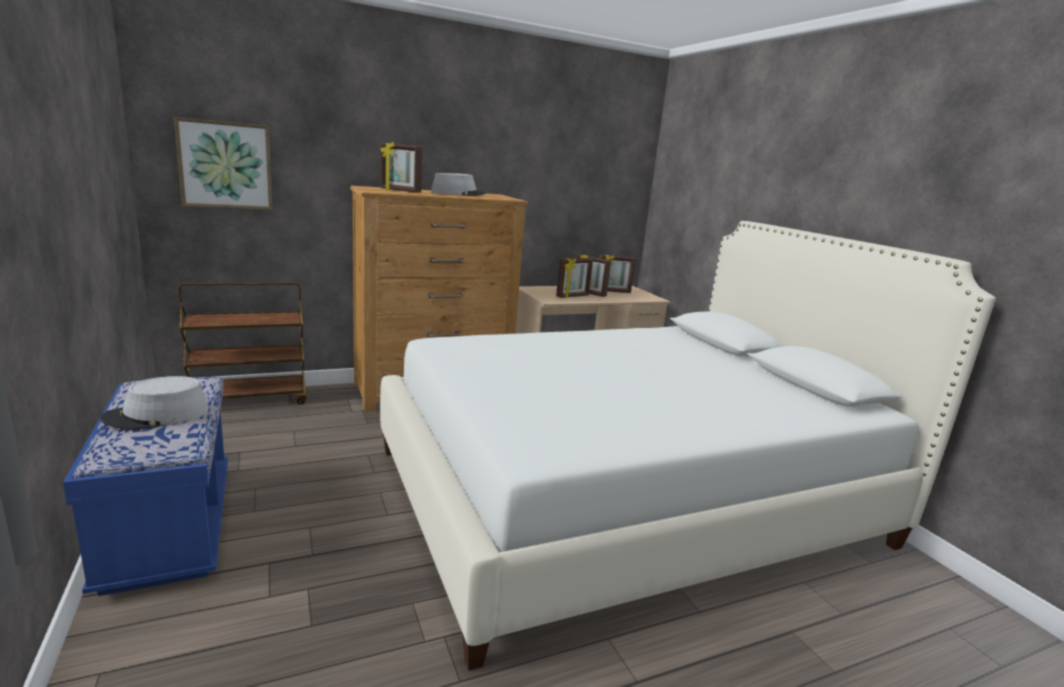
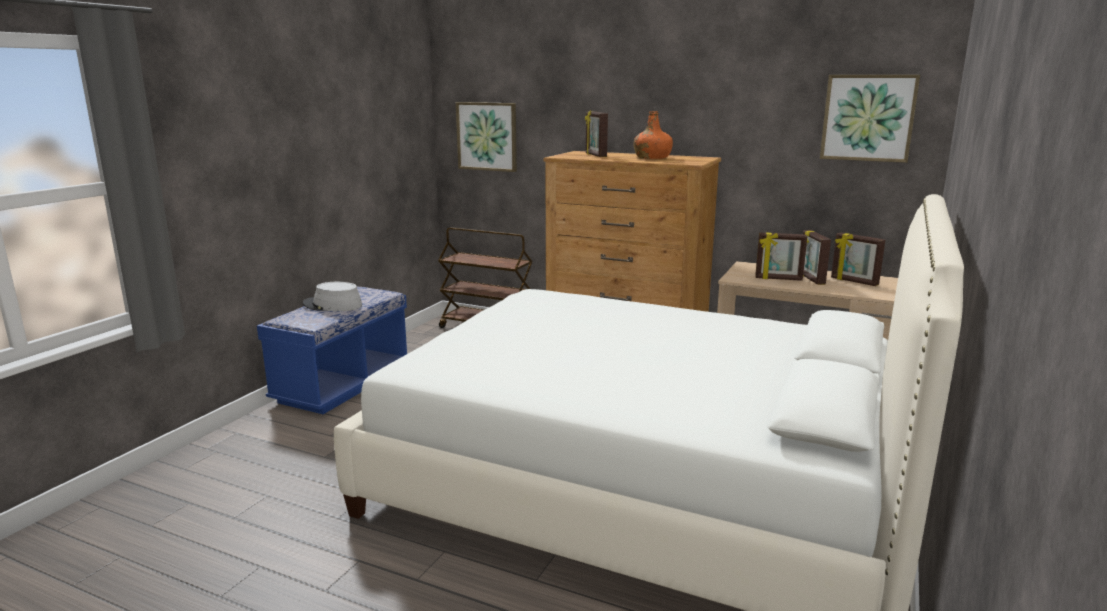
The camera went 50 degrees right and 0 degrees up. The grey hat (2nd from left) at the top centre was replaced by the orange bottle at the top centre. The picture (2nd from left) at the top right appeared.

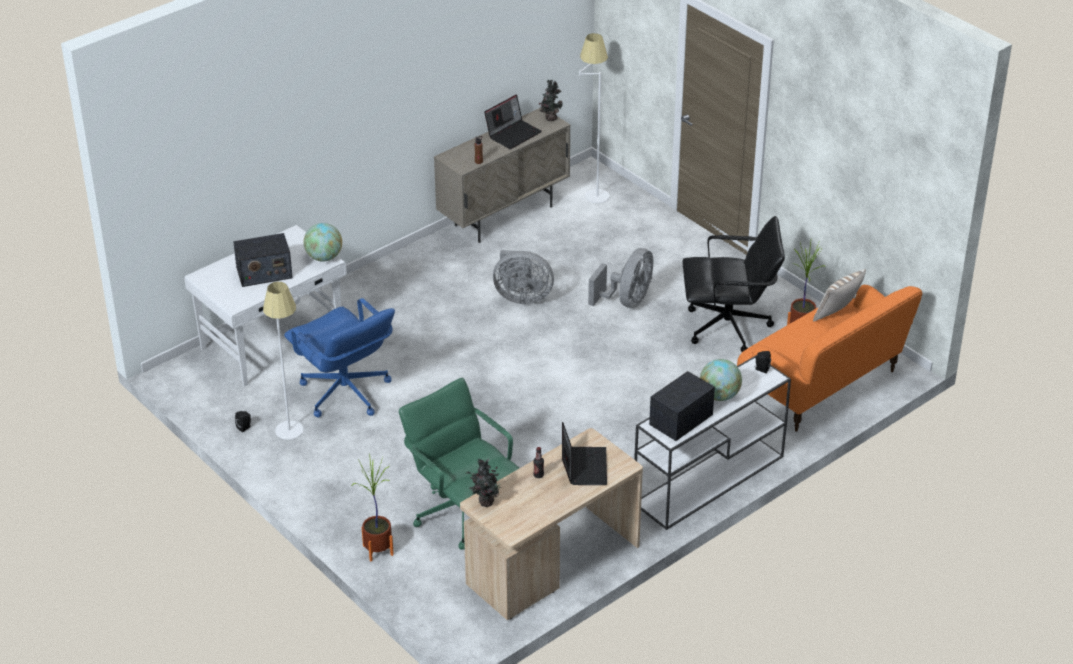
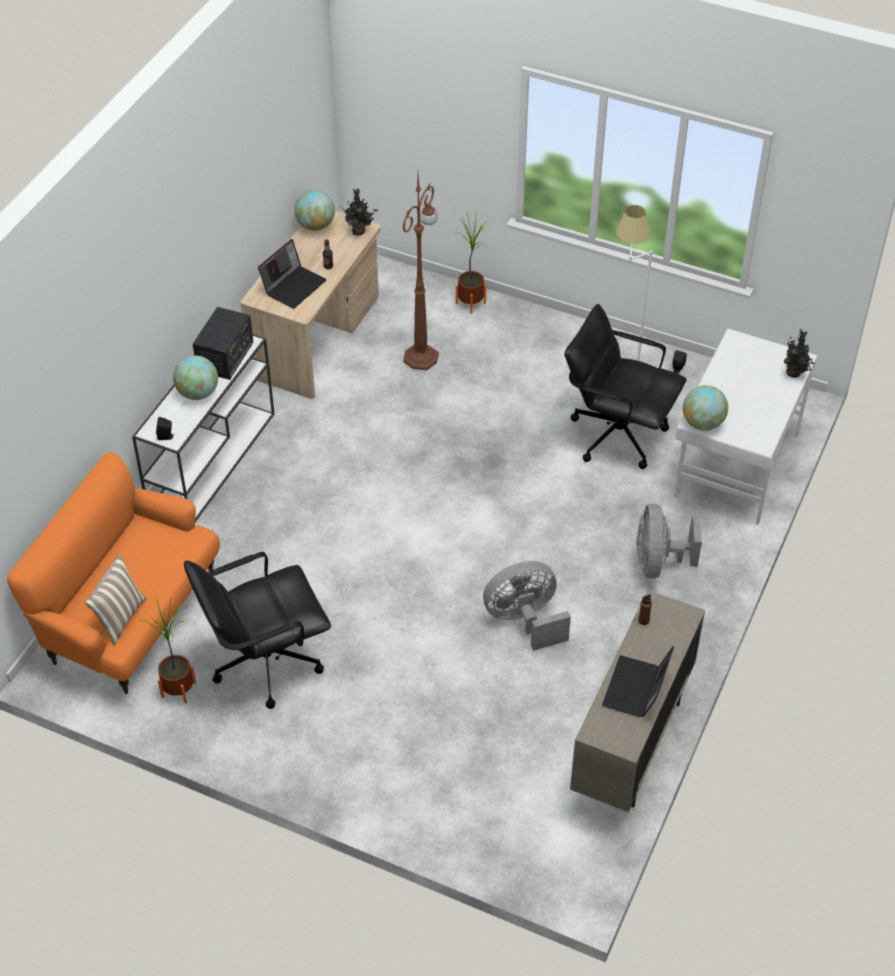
The camera went 155 degrees right and 10 degrees up. The laptop (2nd from left in the first image) at the bottom centre turned 120 degrees counterclockwise. The globe (2nd from left) at the top centre appeared. The green office chair at the bottom centre was replaced by the brown floor lamp at the top centre. The blue office chair at the middle left became the black office chair (2nd from left) at the middle right. The grey fan (2nd from left) moved from the centre to the middle right. The potted plant (3rd from left in the first image) moved from the top centre to the middle right. The radio (1st from left) at the middle left disappeared. The white floor lamp (2nd from left) at the top centre disappeared.

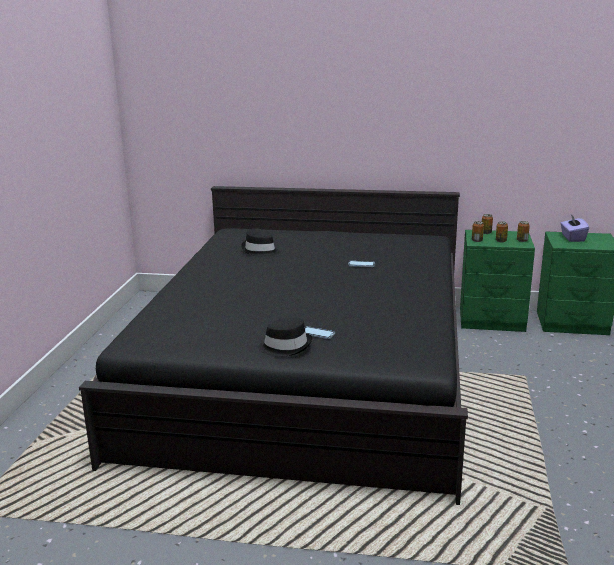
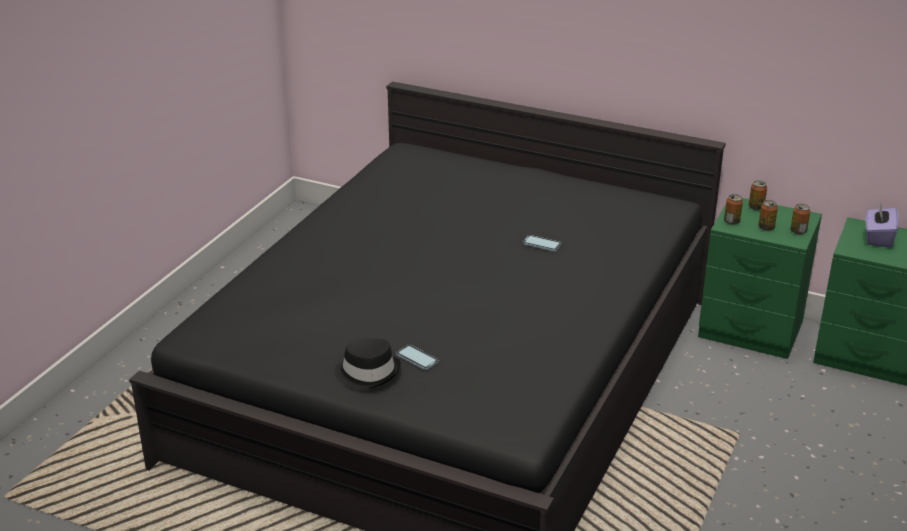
The camera went 15 degrees right and 10 degrees up. The black hat (1st from left) at the centre disappeared.

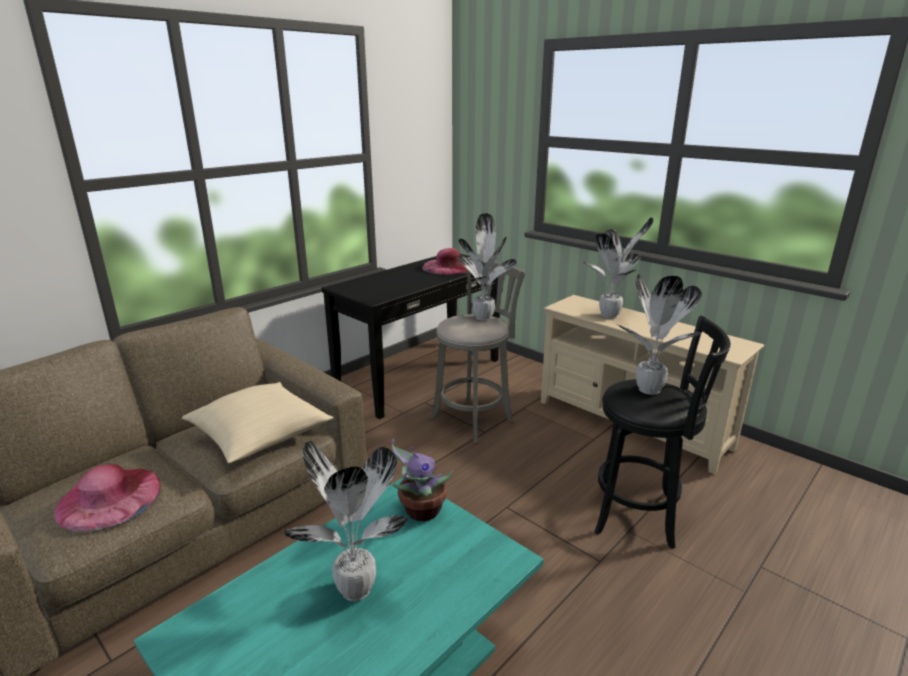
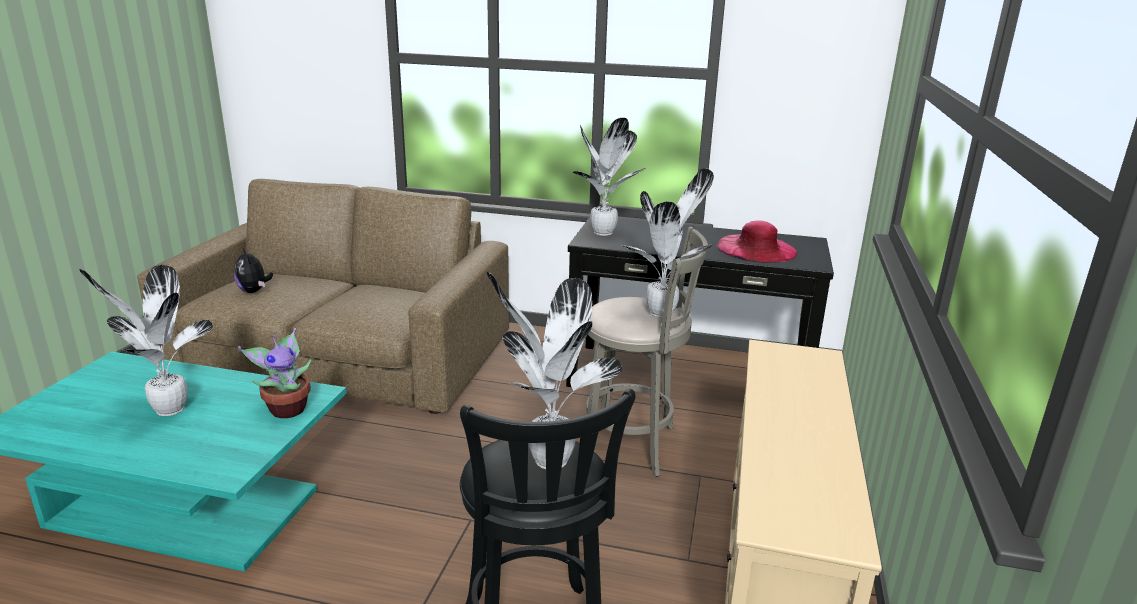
The camera went 60 degrees right and 0 degrees up. The pink hat (1st from left) at the bottom left was replaced by the plush toy at the middle left. The potted plant (4th from left) moved from the middle right to the top centre. The beige pillow at the middle left disappeared.

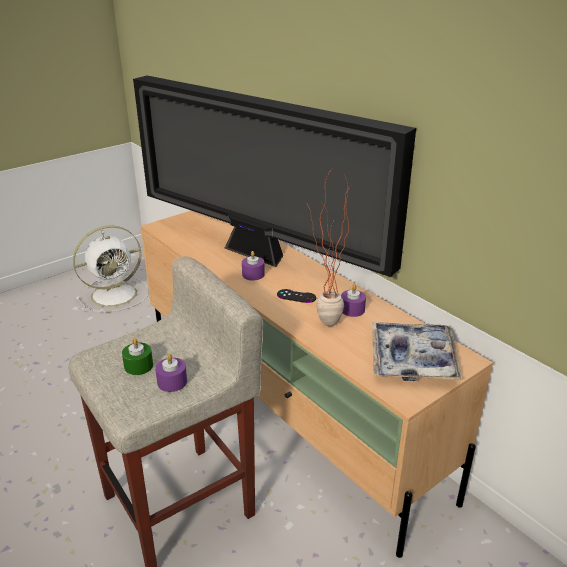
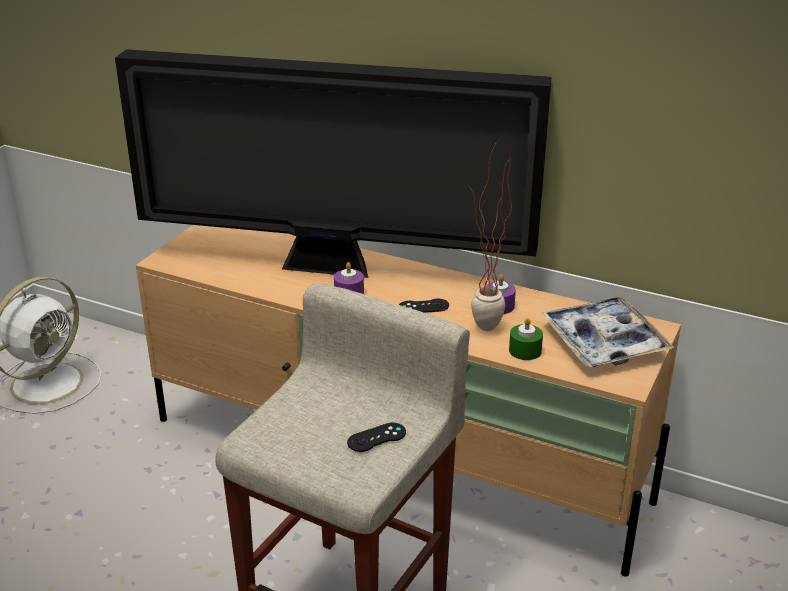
The camera went 25 degrees left and 0 degrees up. The purple candle (1st from left) at the middle left was replaced by the black game controller (1st from left) at the bottom centre. The green candle moved from the middle left to the middle right.

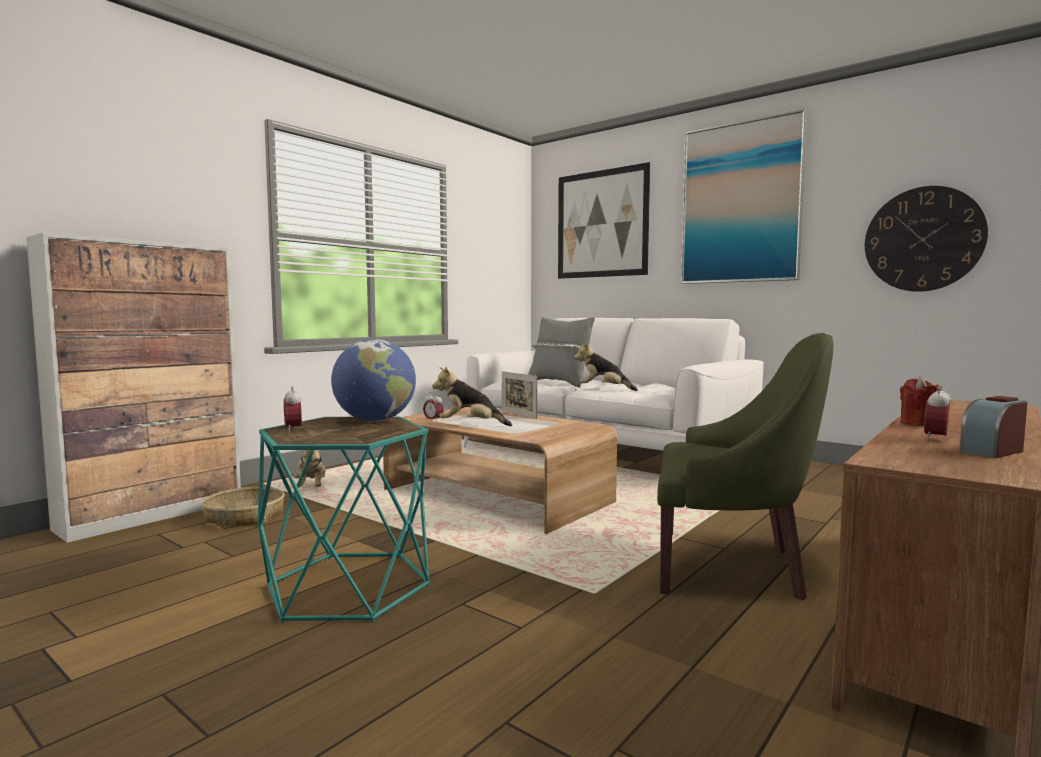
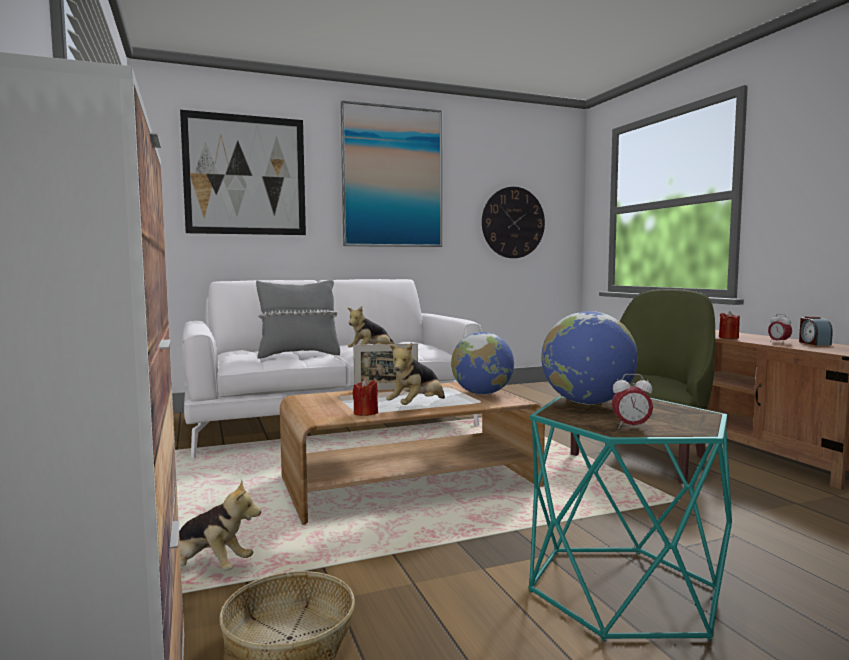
The camera went 60 degrees left and 0 degrees up. The alarm clock (2nd from left) at the centre was replaced by the red candle (1st from left) at the centre. The globe (1st from left) at the centre appeared.

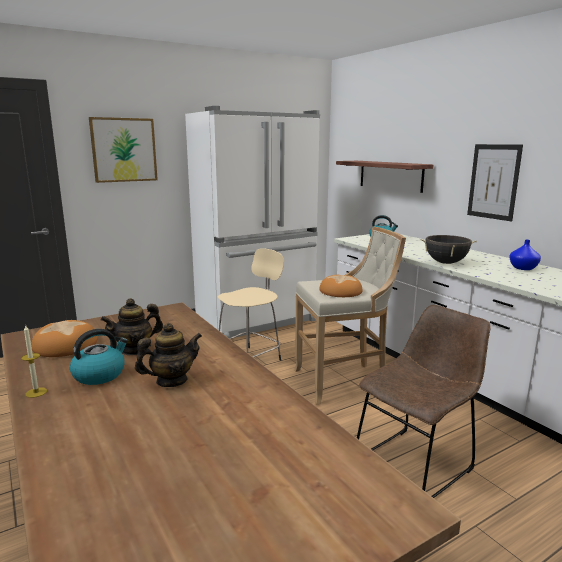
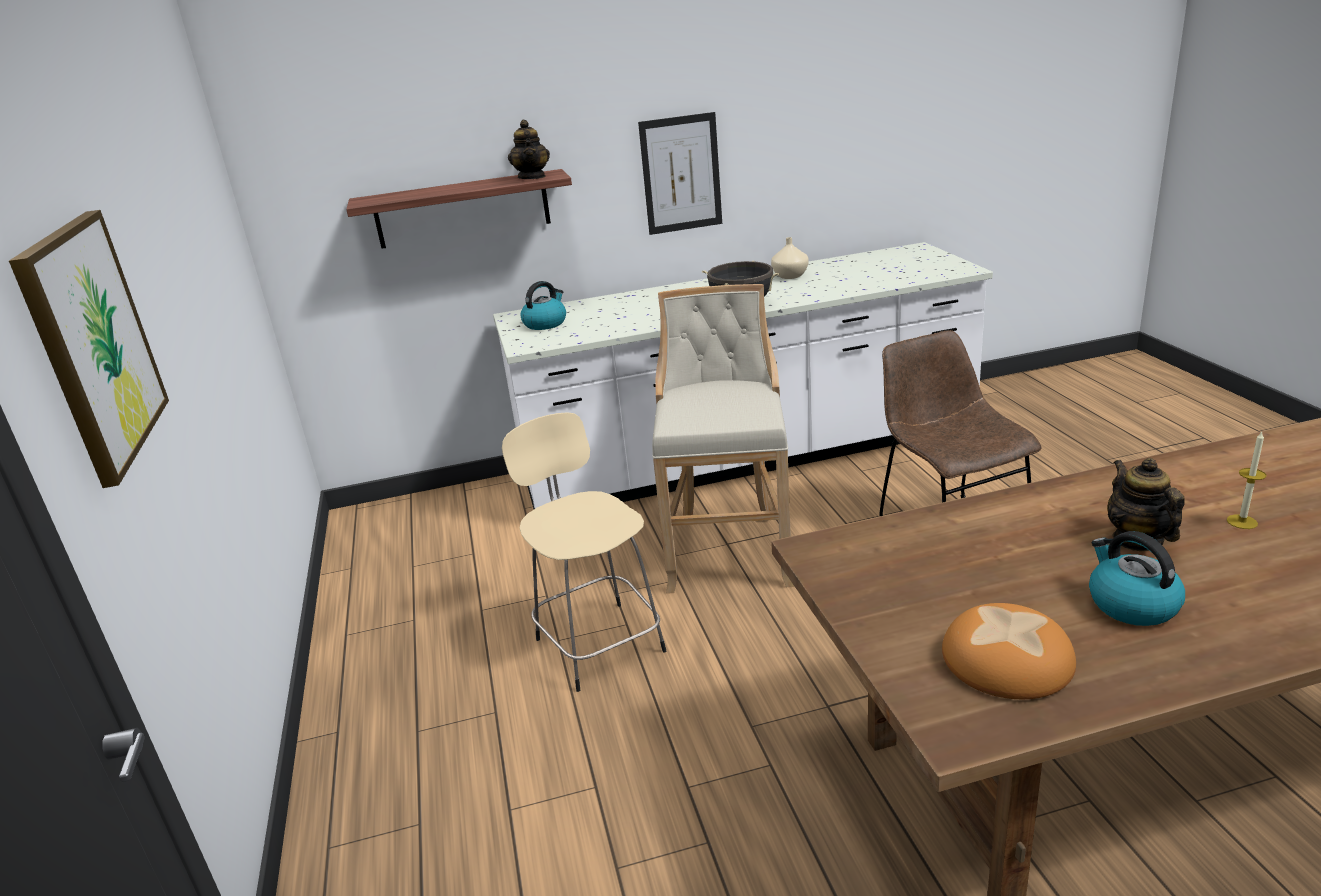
The camera went 70 degrees left and 10 degrees up. The teapot (1st from left) moved from the middle left to the top centre. The blue vase at the middle right became the beige vase at the top centre. The candle moved from the middle left to the middle right. The white fridge at the centre disappeared. The bread (2nd from left) at the centre disappeared.

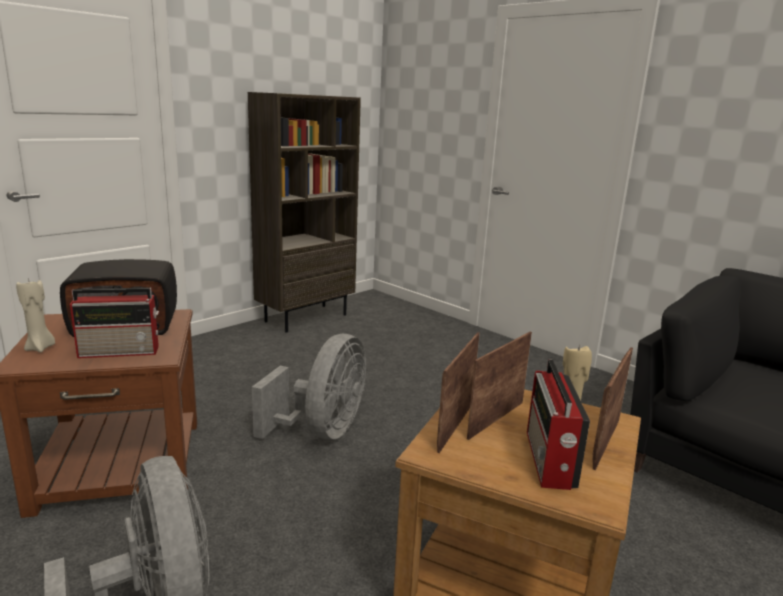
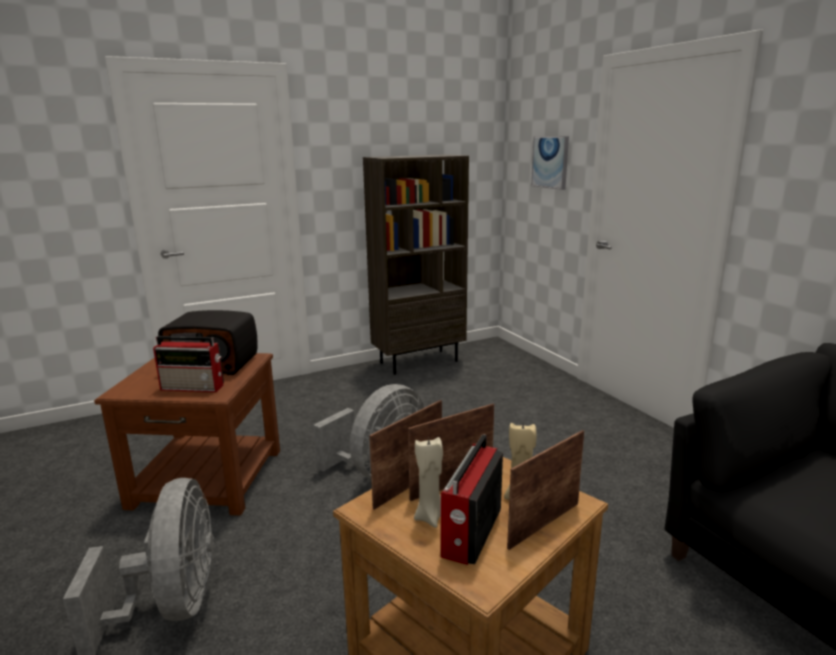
The camera went 20 degrees right and 0 degrees up. The beige candle (1st from left) moved from the middle left to the bottom centre. The picture at the top centre appeared.

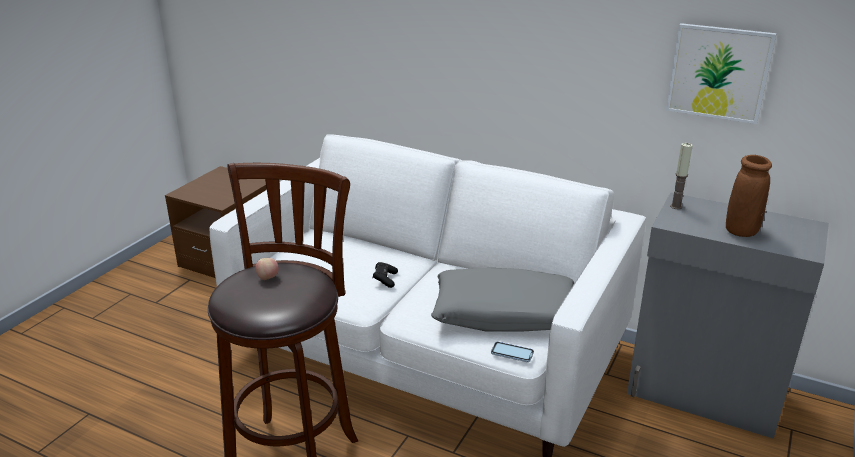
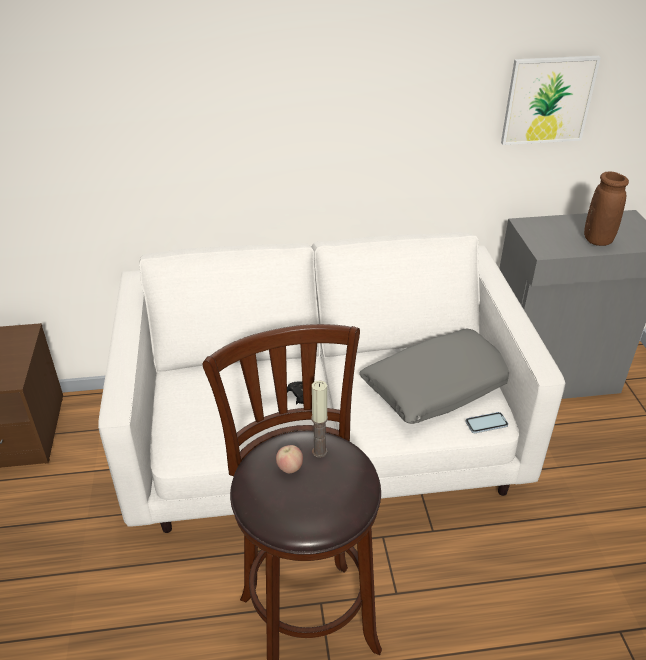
The camera went 35 degrees left and 10 degrees up. The candle moved from the middle right to the centre.

